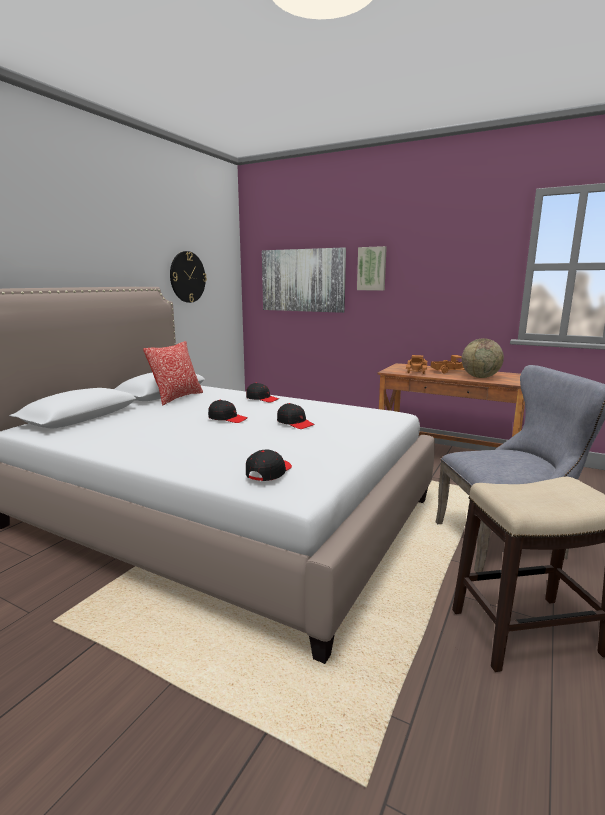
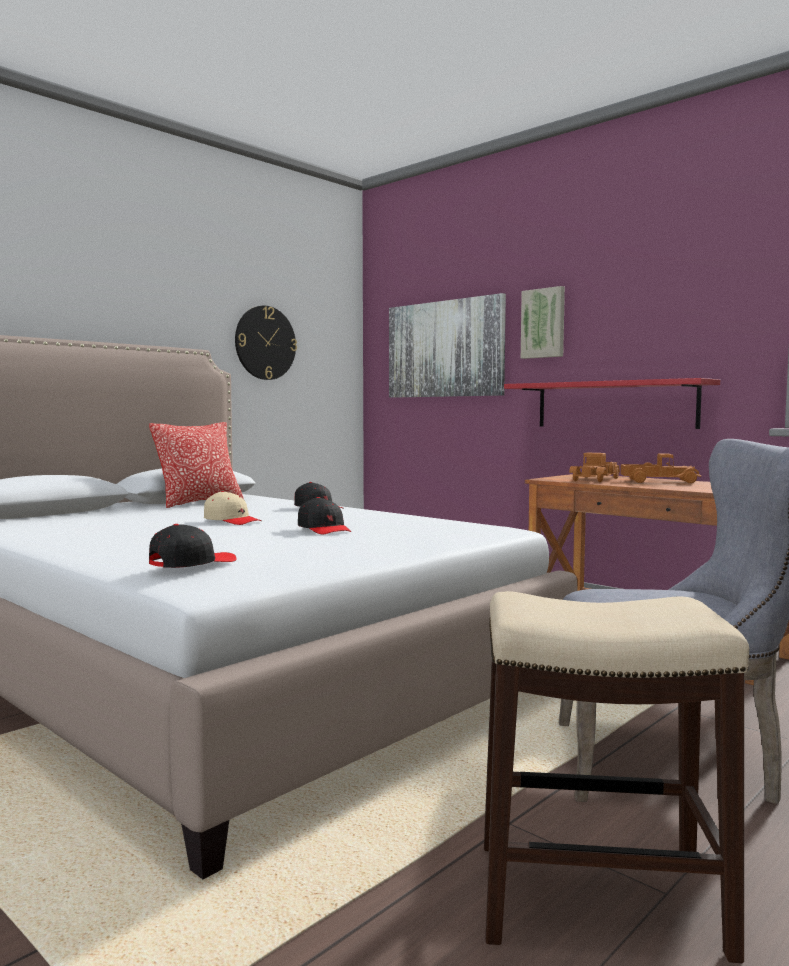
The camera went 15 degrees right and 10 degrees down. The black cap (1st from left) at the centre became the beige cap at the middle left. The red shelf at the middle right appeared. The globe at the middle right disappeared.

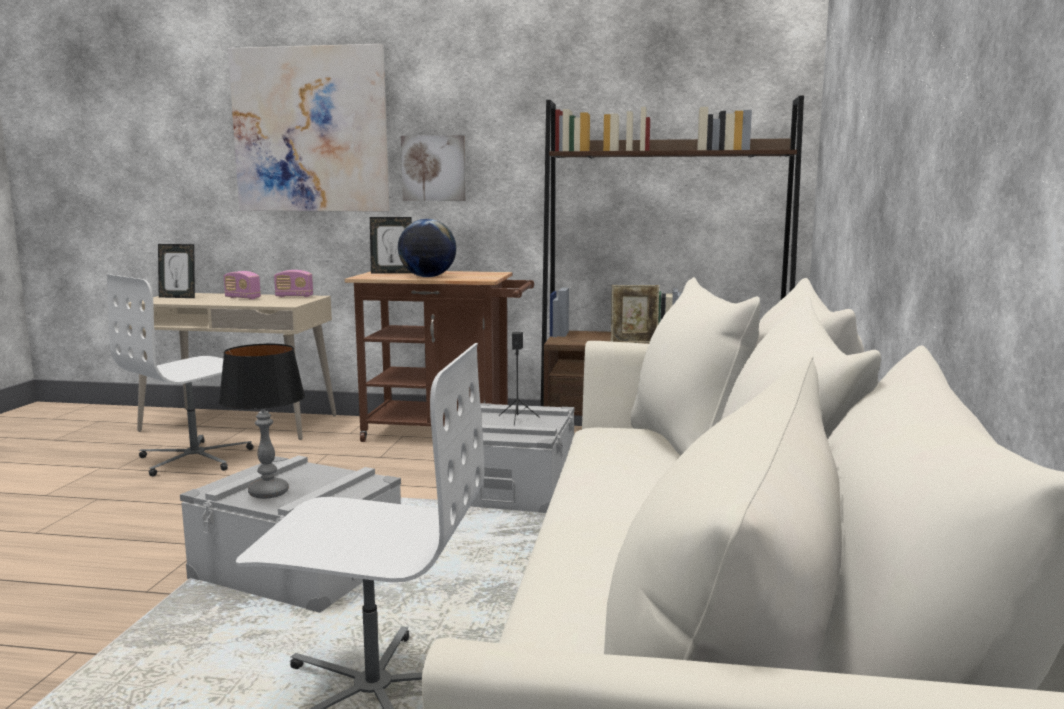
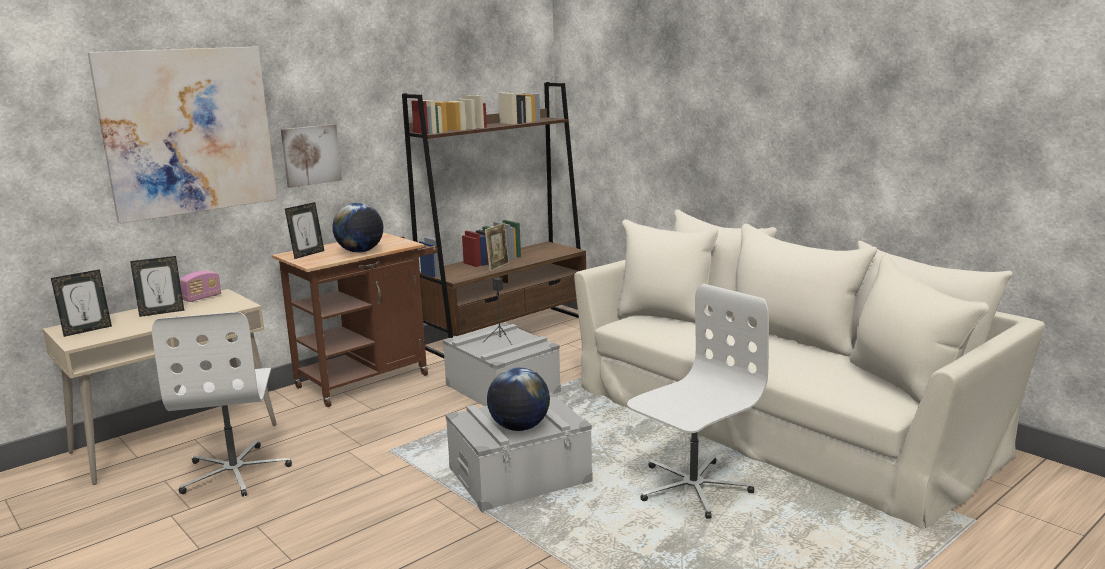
The camera went 50 degrees left and 5 degrees up. The radio (1st from left) at the middle left was replaced by the picture frame (2nd from left) at the middle left. The table lamp at the middle left was replaced by the globe (2nd from left) at the bottom centre.

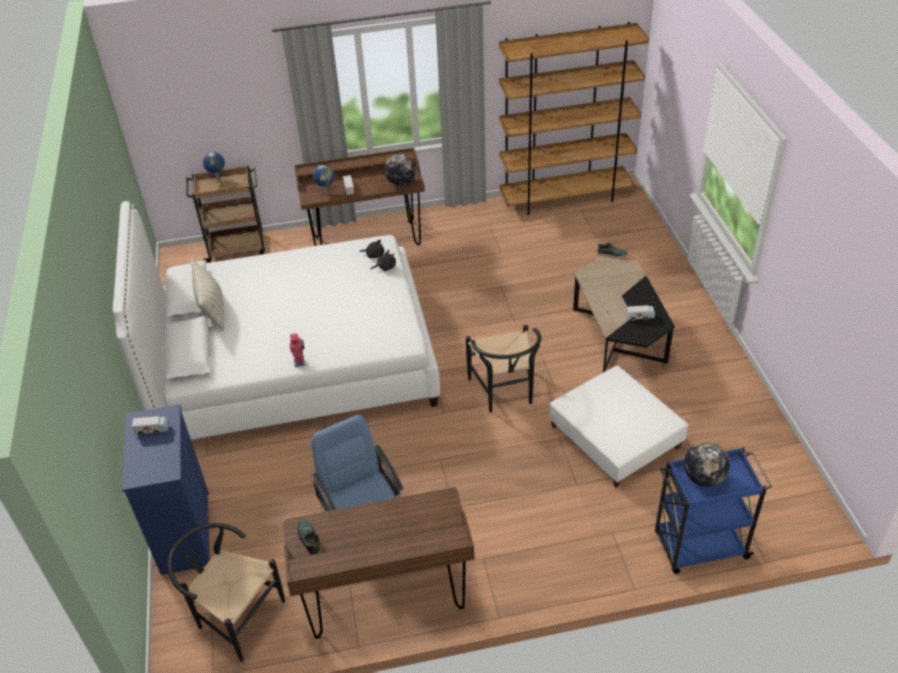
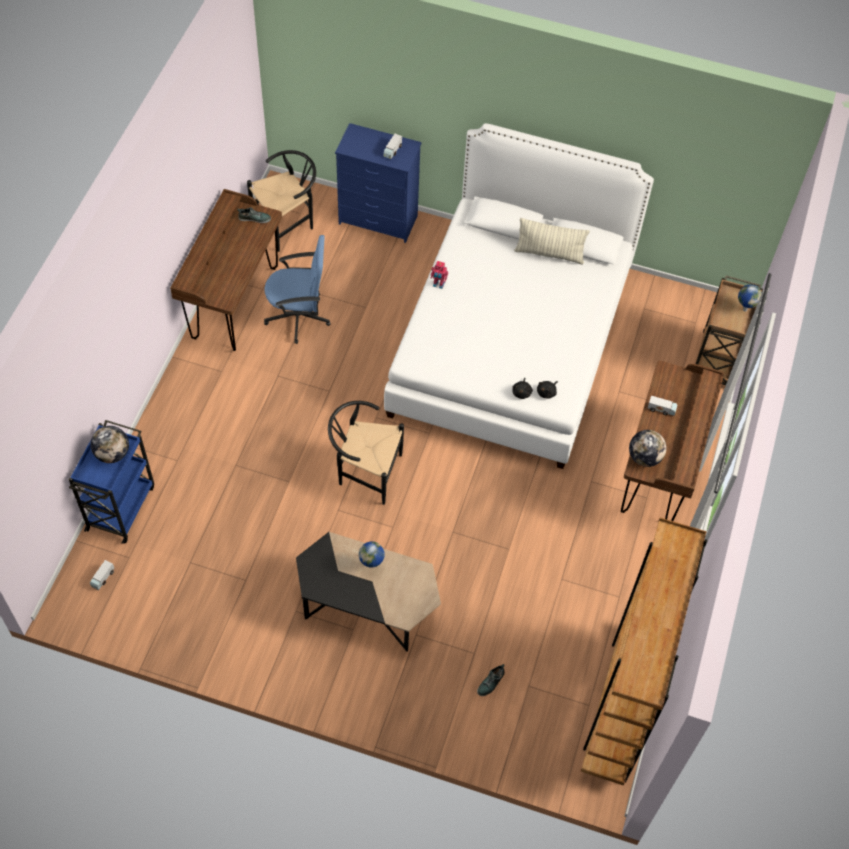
The camera went 115 degrees right and 15 degrees up. The toy truck (3rd from left in the first image) moved from the middle right to the bottom left. The globe (2nd from left) moved from the top centre to the centre. The white ottoman at the middle right disappeared.

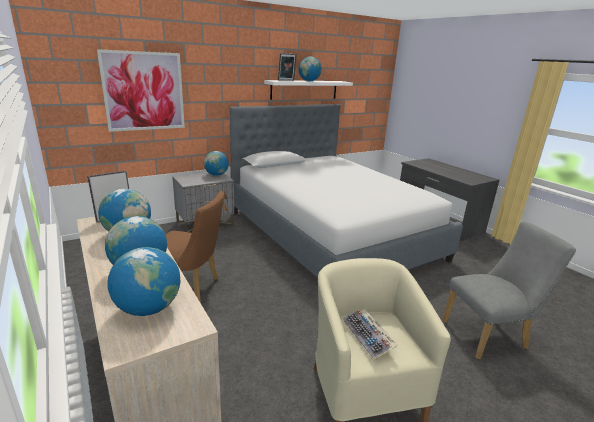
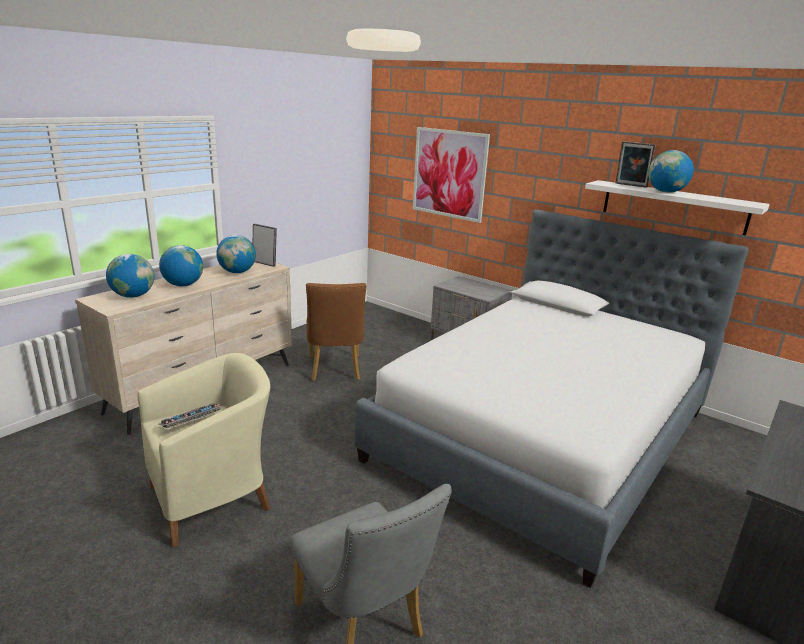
The camera went 70 degrees right and 0 degrees up. The globe (4th from left) at the centre disappeared.

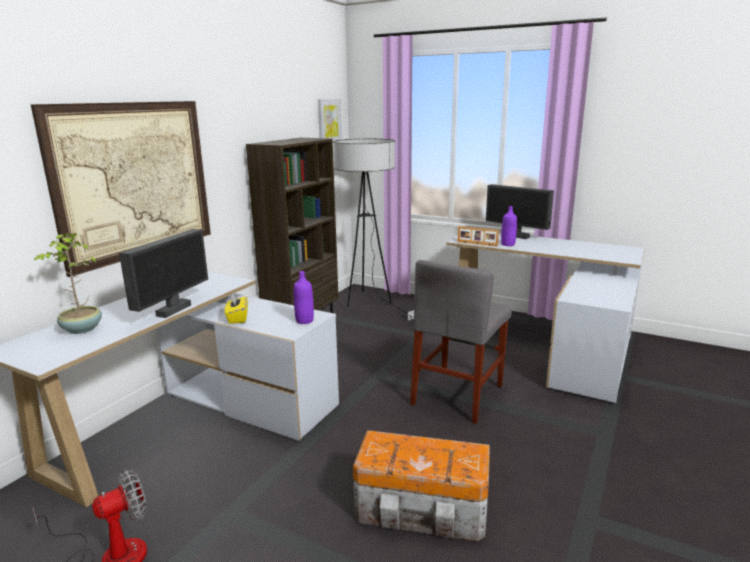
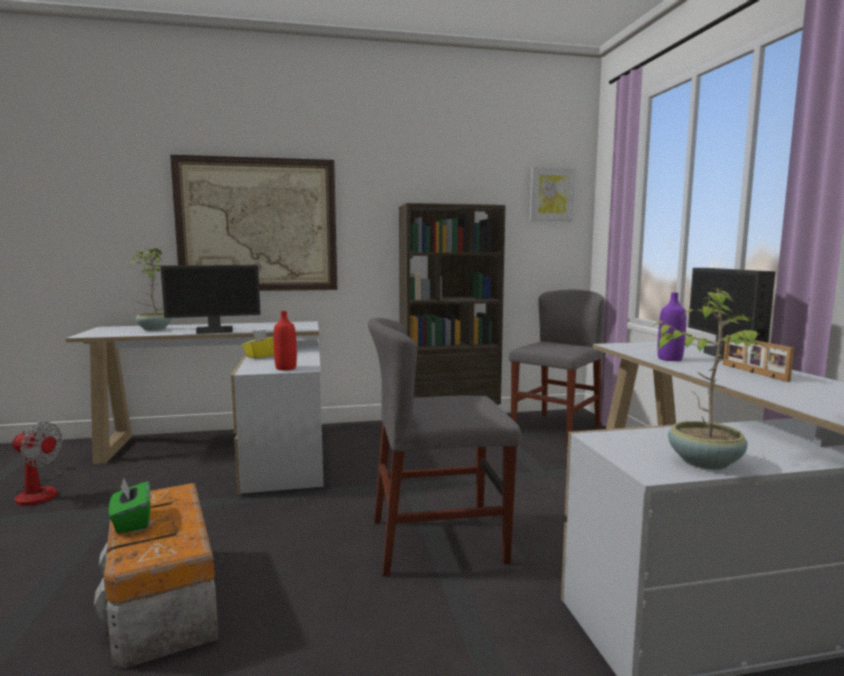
The camera went 50 degrees right and 10 degrees down. The green tissue box at the bottom left appeared. The purple bottle (1st from left) at the centre became the red bottle at the centre. The floor lamp at the centre was replaced by the grey chair (2nd from left) at the centre. The potted plant (2nd from left) at the middle right appeared. The picture frame moved from the centre to the middle right.

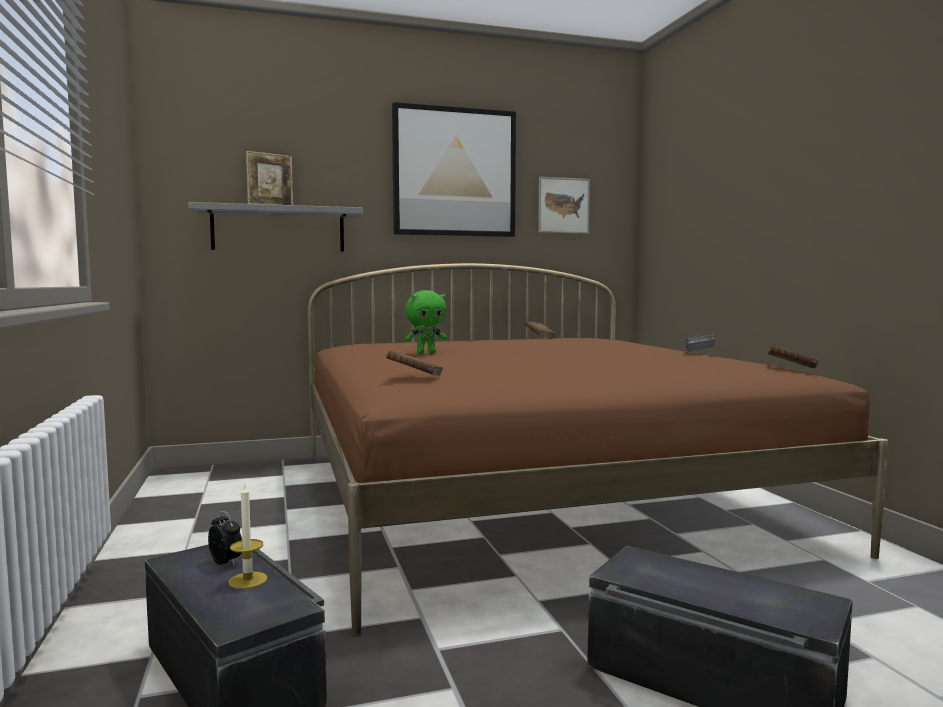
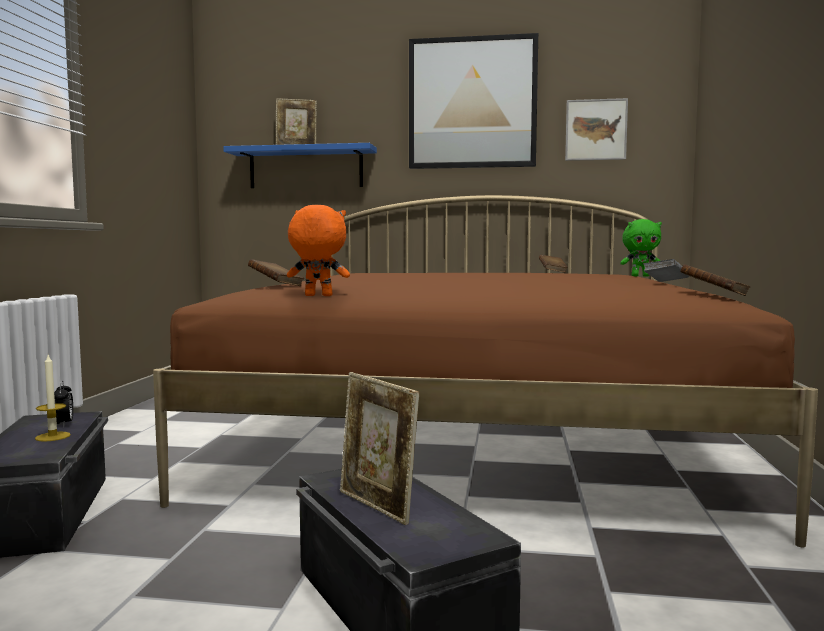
The camera went 25 degrees right and 0 degrees up. The grey shelf at the top left became the blue shelf at the top centre. The orange plush toy at the centre appeared. The picture frame (2nd from left) at the bottom centre appeared. The green plush toy moved from the centre to the middle right.

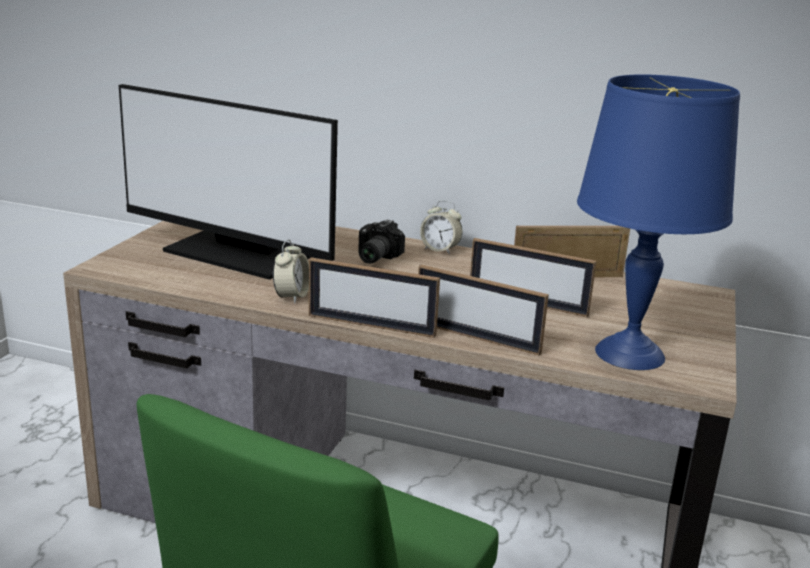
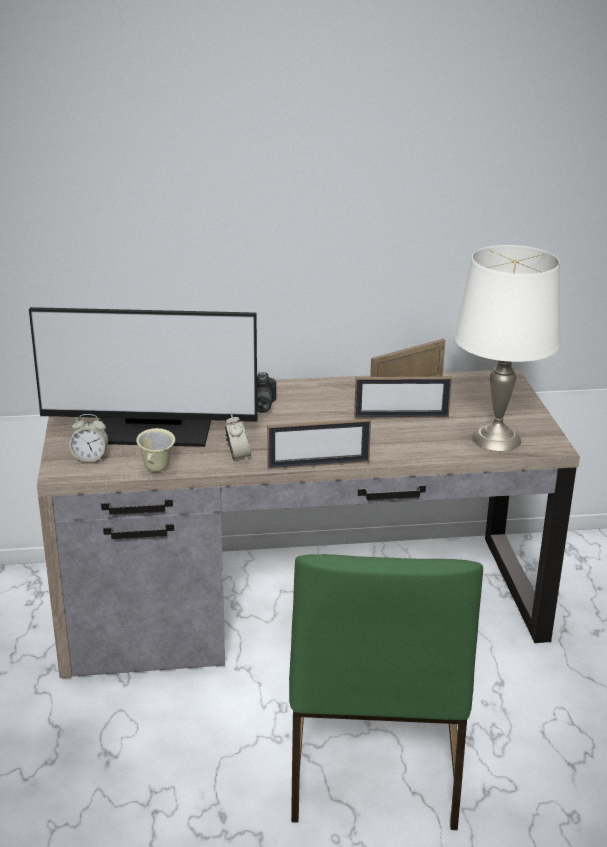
The camera went 25 degrees left and 5 degrees up. The alarm clock (2nd from left in the first image) moved from the centre to the middle left. The beige mug at the middle left appeared. The blue table lamp at the middle right became the white table lamp at the middle right. The picture frame (2nd from left) at the centre disappeared.

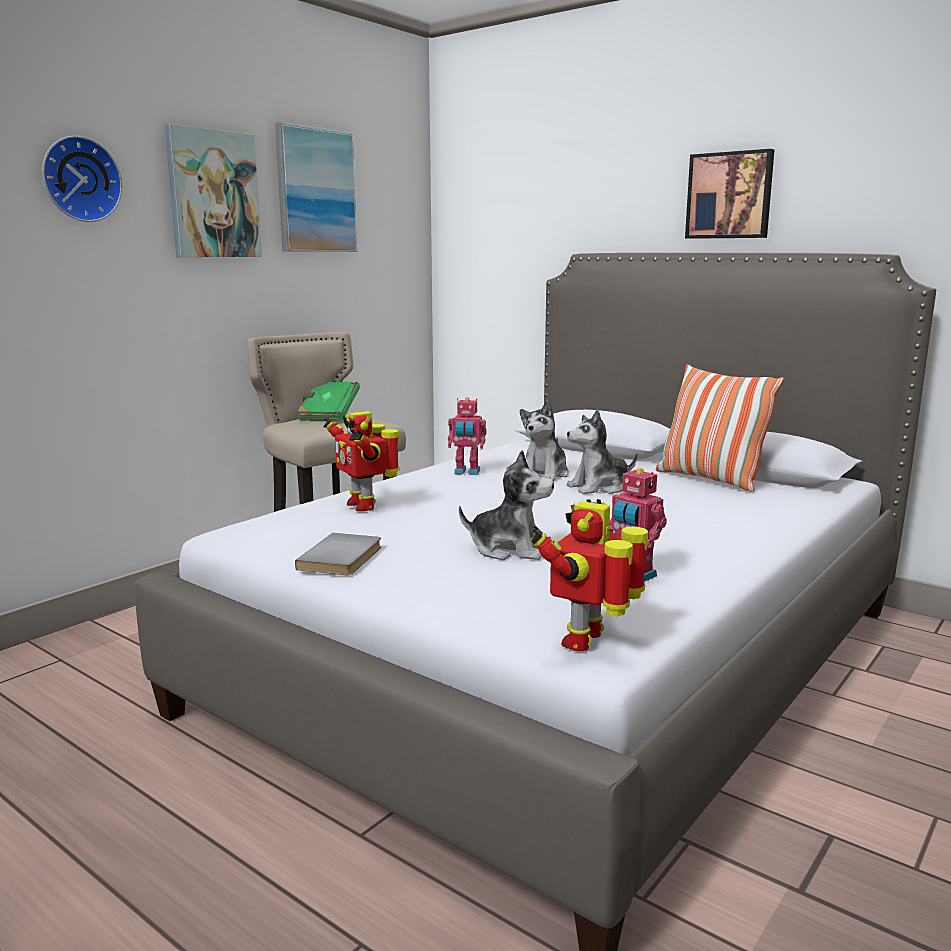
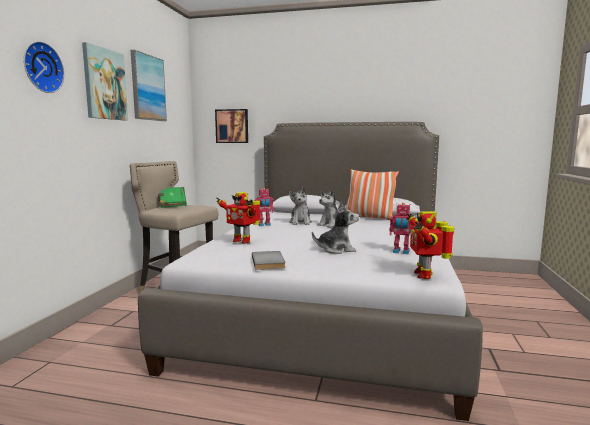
The camera went 25 degrees left and 5 degrees down. The picture (3rd from left) moved from the top right to the top centre.

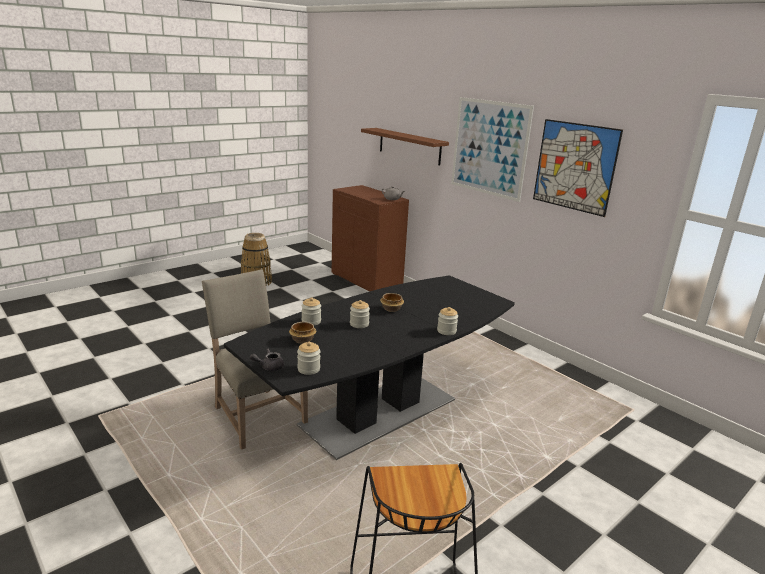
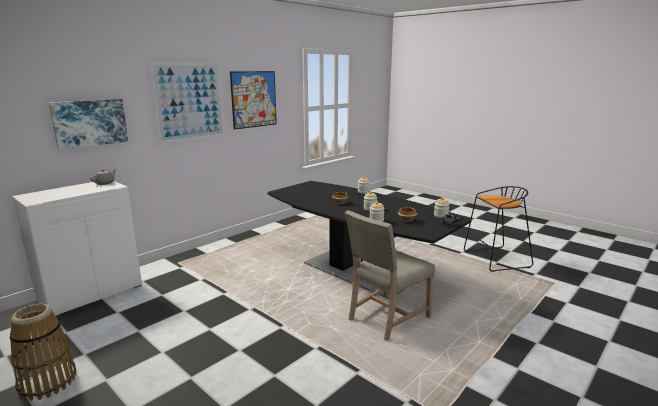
The camera went 95 degrees left and 5 degrees down. The brown cabinet at the centre became the white cabinet at the middle left. The brown shelf at the top centre was replaced by the picture (1st from left) at the top left.

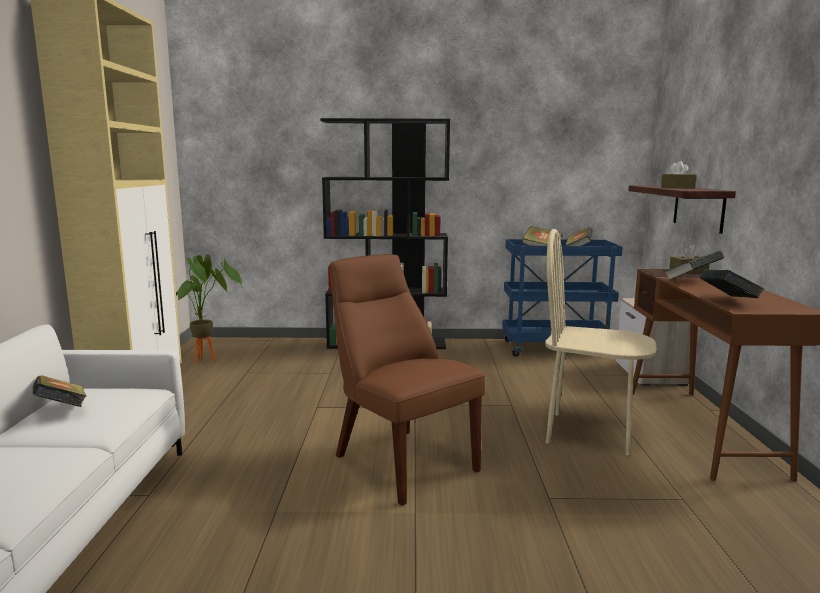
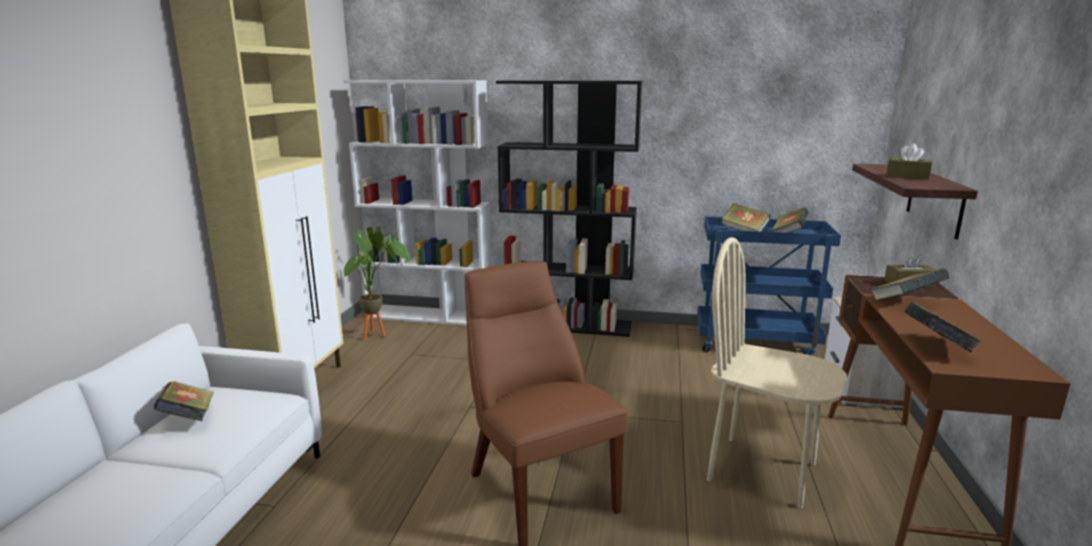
The camera went 10 degrees right and 5 degrees up. The white bookcase at the centre appeared.

